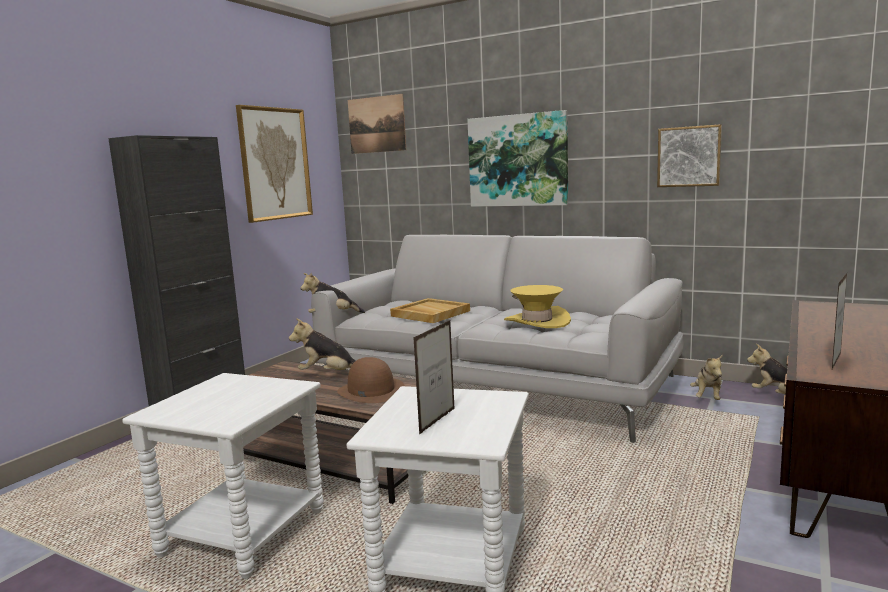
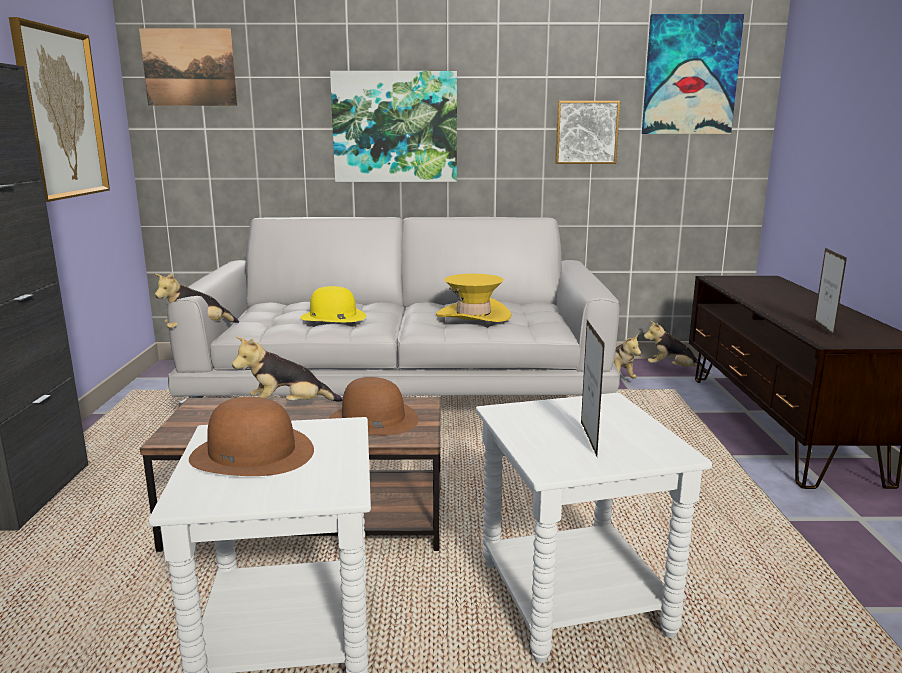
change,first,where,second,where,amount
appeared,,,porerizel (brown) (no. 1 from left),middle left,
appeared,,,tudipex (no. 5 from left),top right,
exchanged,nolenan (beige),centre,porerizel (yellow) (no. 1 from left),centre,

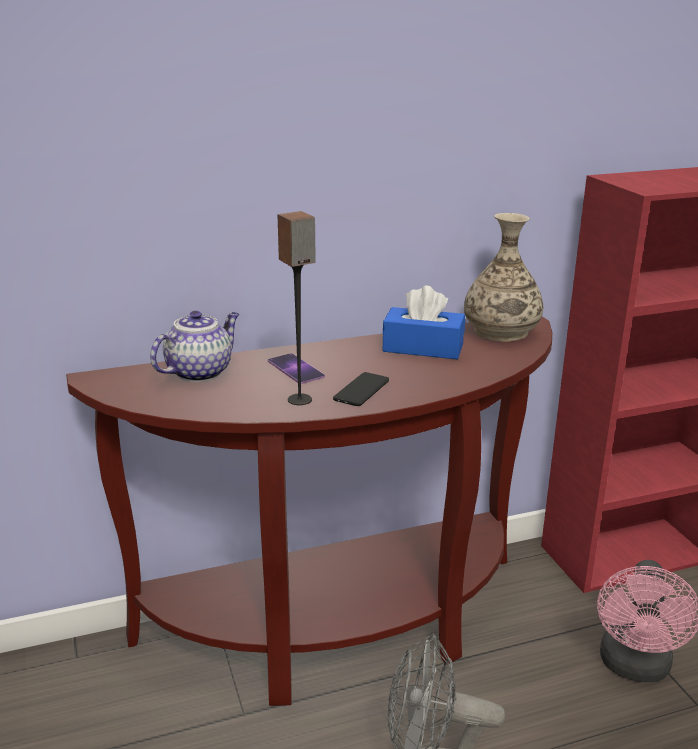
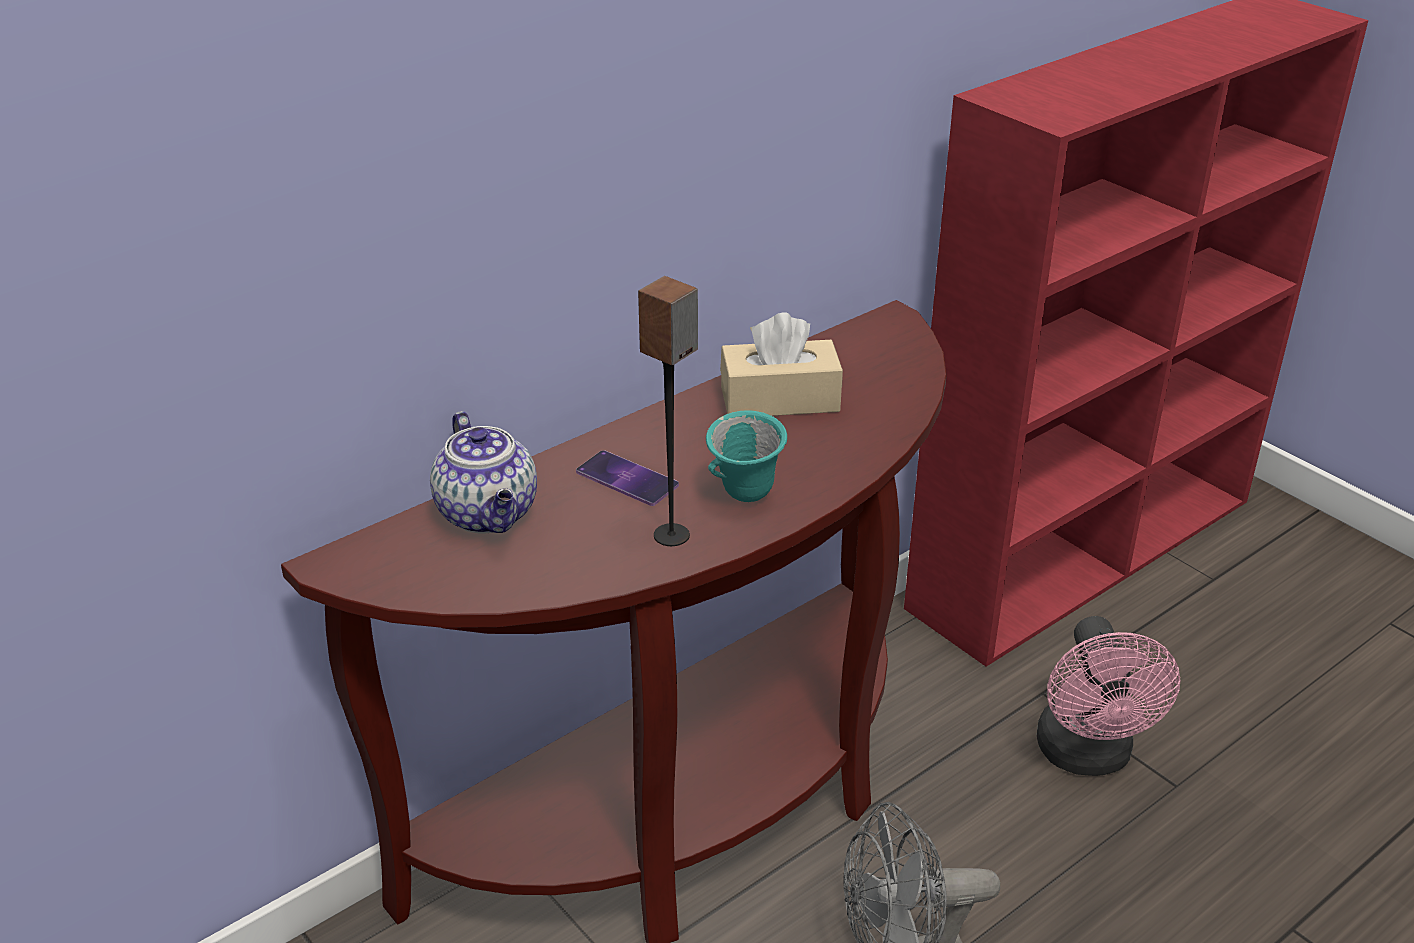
change,first,where,second,where,amount
missing,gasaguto,middle right,,,
exchanged,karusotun (no. 2 from left),centre,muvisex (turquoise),centre,
colour,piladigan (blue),centre,piladigan (beige),centre,
spun,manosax,middle left,,centre,135 degrees clockwise

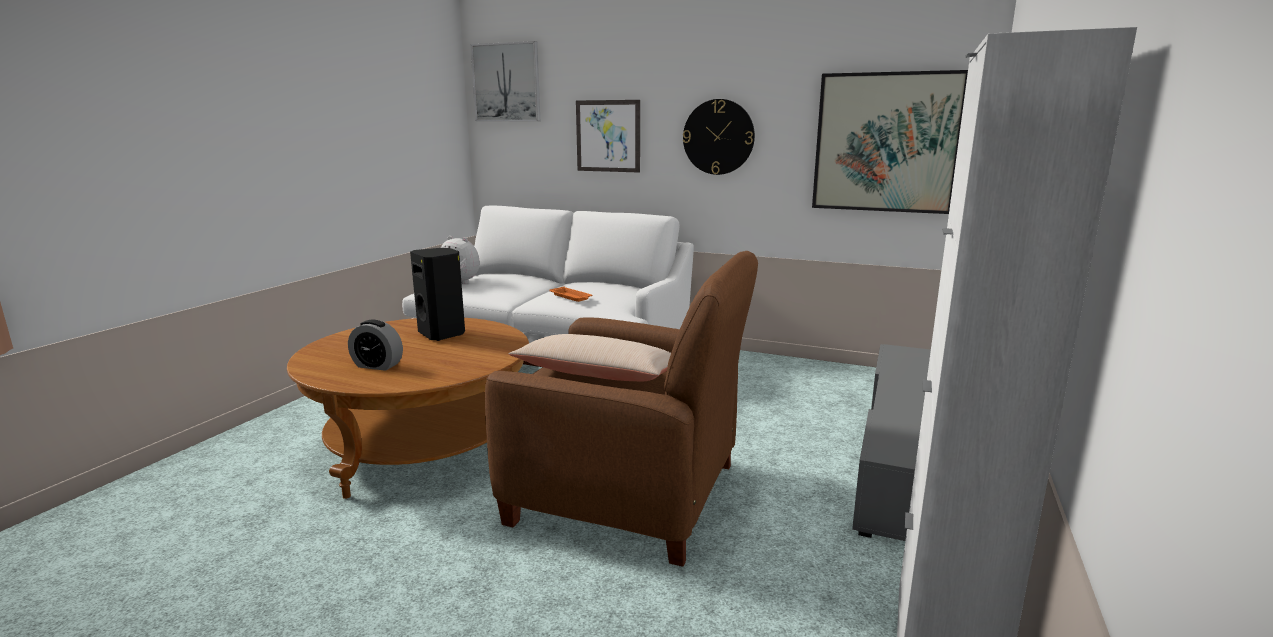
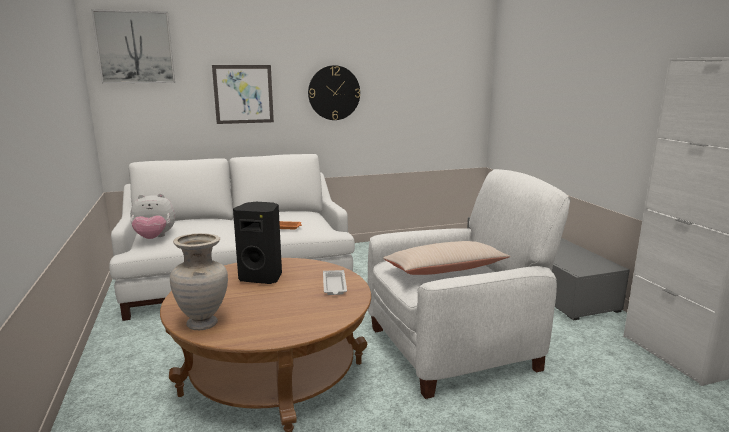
change,first,where,second,where,amount
missing,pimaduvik,middle left,,,
missing,tudipex (no. 3 from left),top right,,,
appeared,,,gasaguto (beige),middle left,
appeared,,,nolenan (white),centre,
colour,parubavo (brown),centre,parubavo (white),centre,

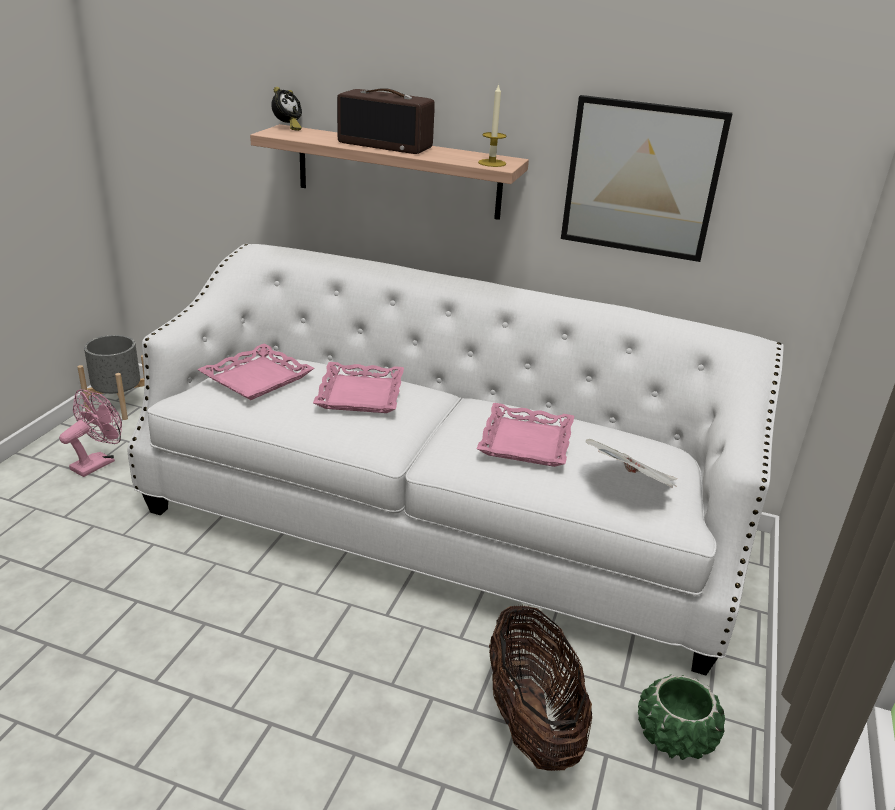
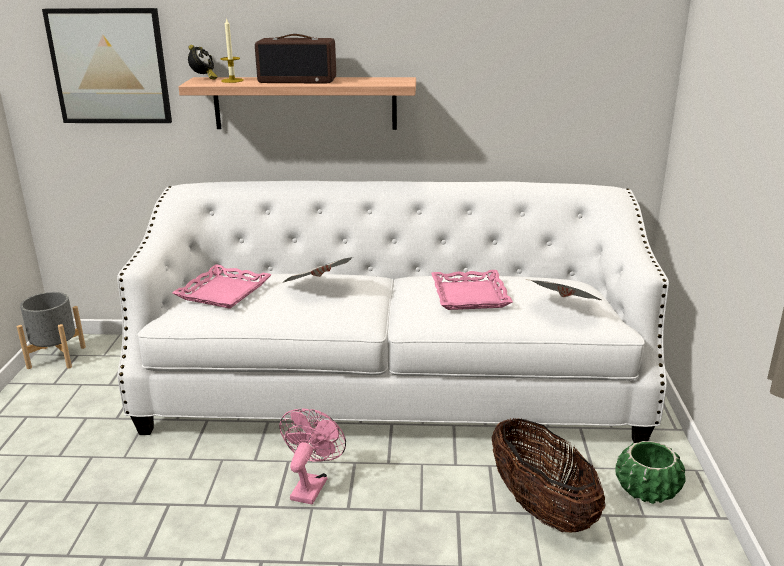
change,first,where,second,where,amount
relocated,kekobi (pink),middle left,,bottom centre,
relocated,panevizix,top centre,,top left,
relocated,tudipex,top right,,top left,
exchanged,nolenan (pink) (no. 2 from left),centre,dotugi (no. 1 from left),centre,

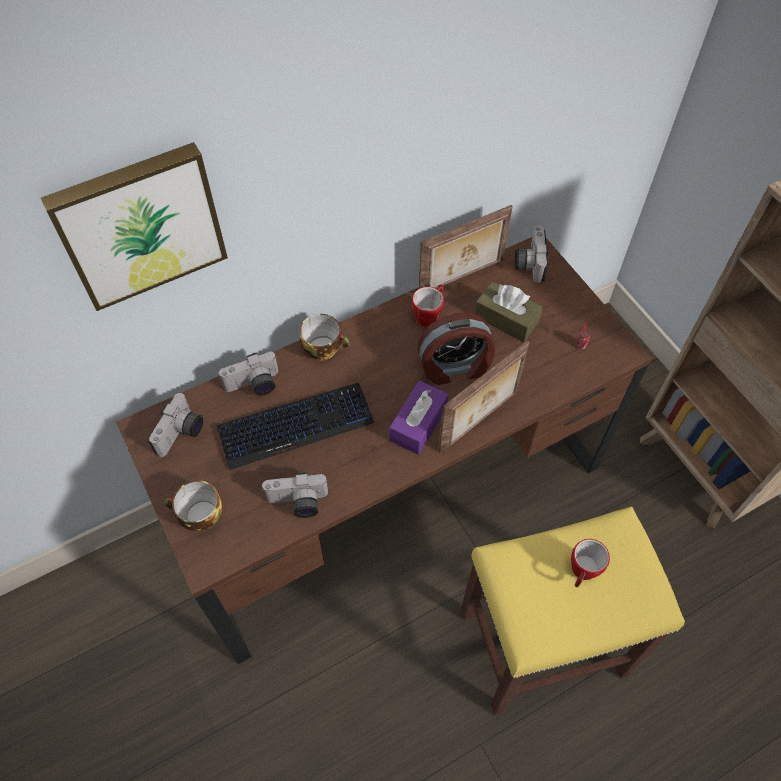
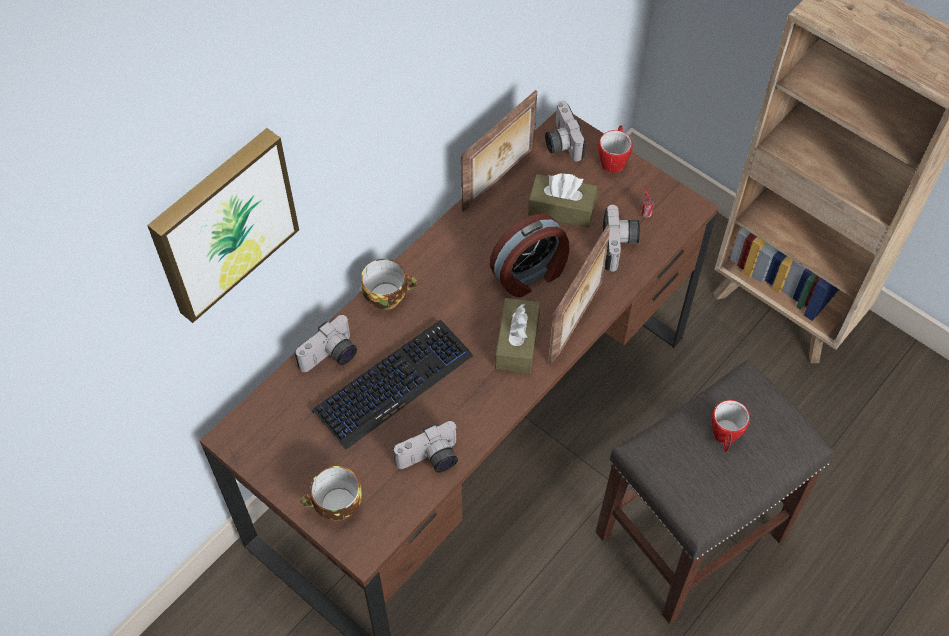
change,first,where,second,where,amount
relocated,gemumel (no. 1 from left in the first image),middle left,gemumel (no. 4 from left),centre,
relocated,muvisex (no. 1 from left),centre,,top centre,
colour,piladigan (purple),centre,piladigan (brown) (no. 1 from left),centre,
colour,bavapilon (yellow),bottom right,bavapilon (grey),bottom right,

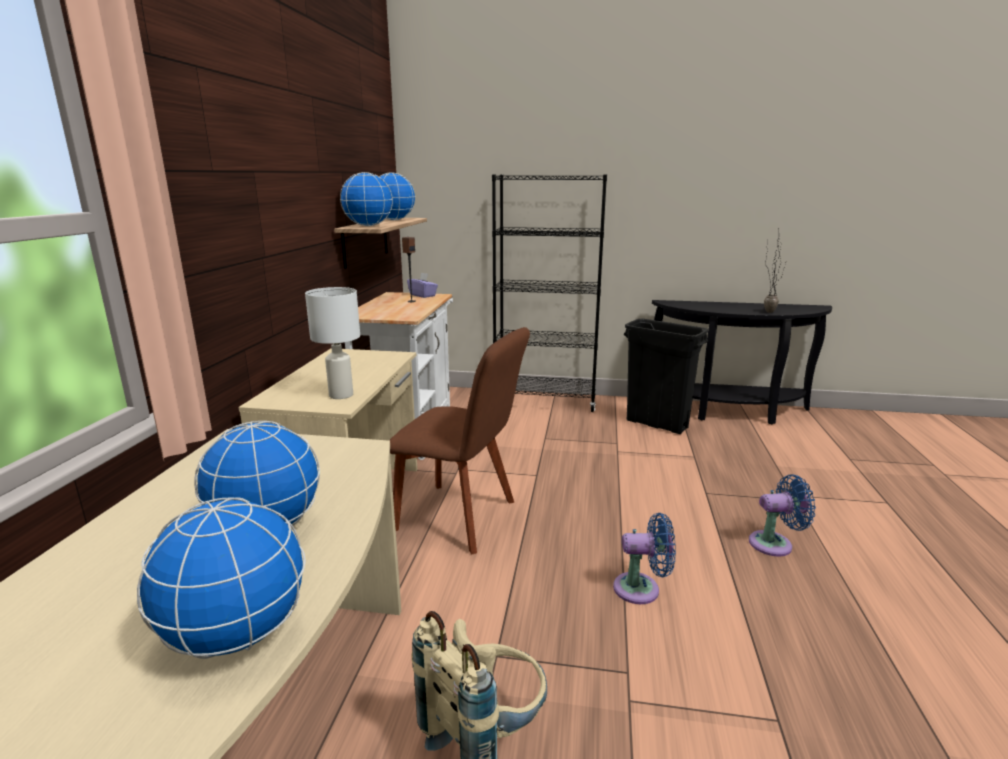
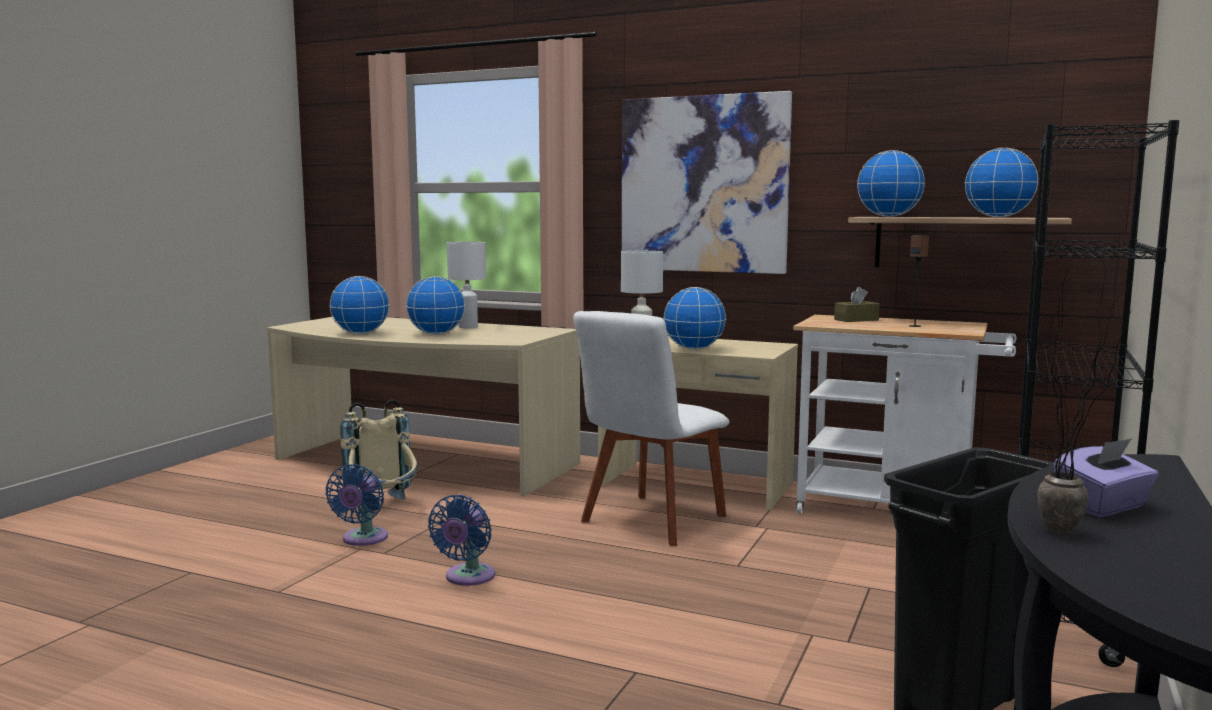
change,first,where,second,where,amount
appeared,,,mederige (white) (no. 1 from left),centre,
appeared,,,tudipex,top centre,
appeared,,,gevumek (no. 3 from left),centre,
appeared,,,piladigan (brown),middle right,
relocated,piladigan (purple),centre,,bottom right,
relocated,kekobi (blue) (no. 2 from left in the first image),bottom right,kekobi (blue) (no. 1 from left),bottom left,
colour,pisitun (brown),centre,pisitun (white),centre,

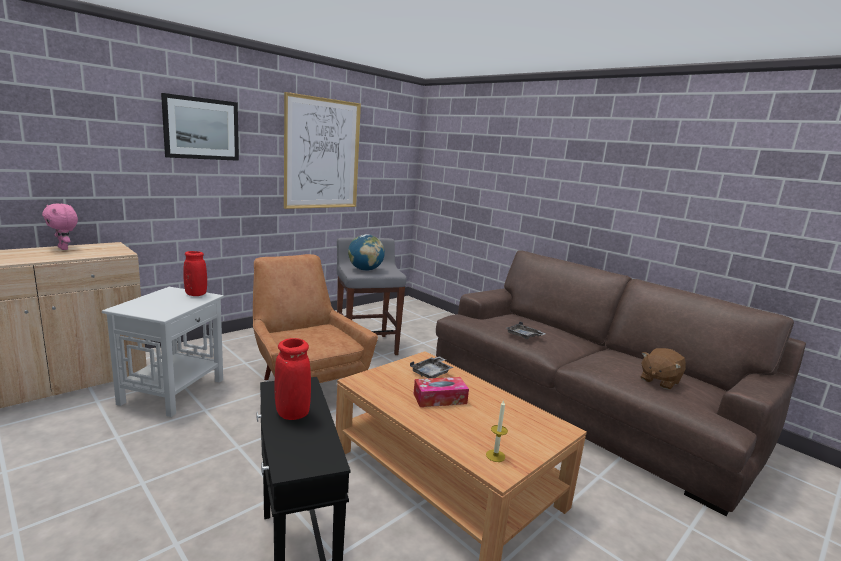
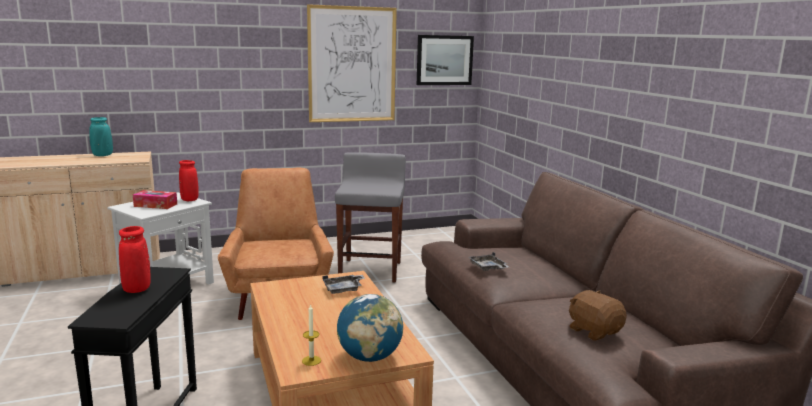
change,first,where,second,where,amount
relocated,tudipex (no. 1 from left in the first image),top left,tudipex (no. 2 from left),top centre,
relocated,gevumek,centre,,bottom centre,
relocated,piladigan,bottom centre,,middle left,
exchanged,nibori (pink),middle left,gasaguto (turquoise),middle left,
spun,nibori (brown),middle right,,bottom right,75 degrees clockwise

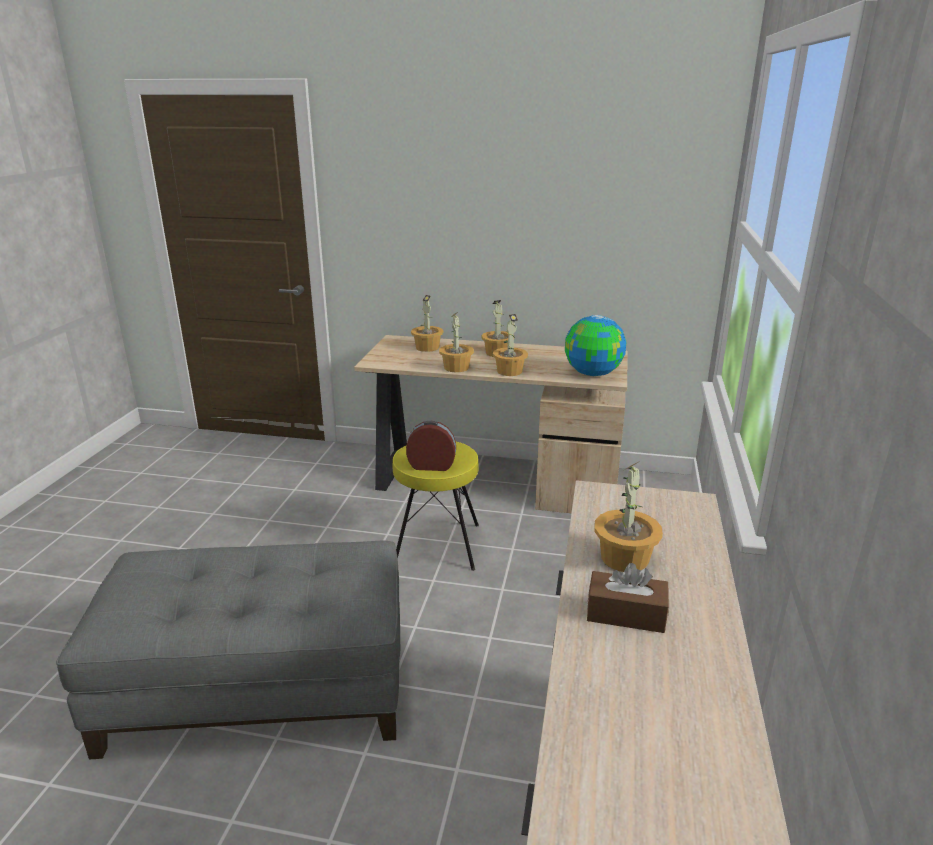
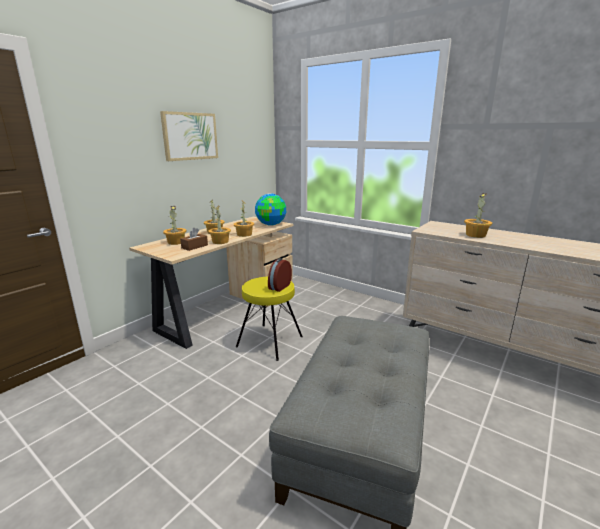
change,first,where,second,where,amount
appeared,,,tudipex,top left,
relocated,piladigan (brown),bottom right,,middle left,

